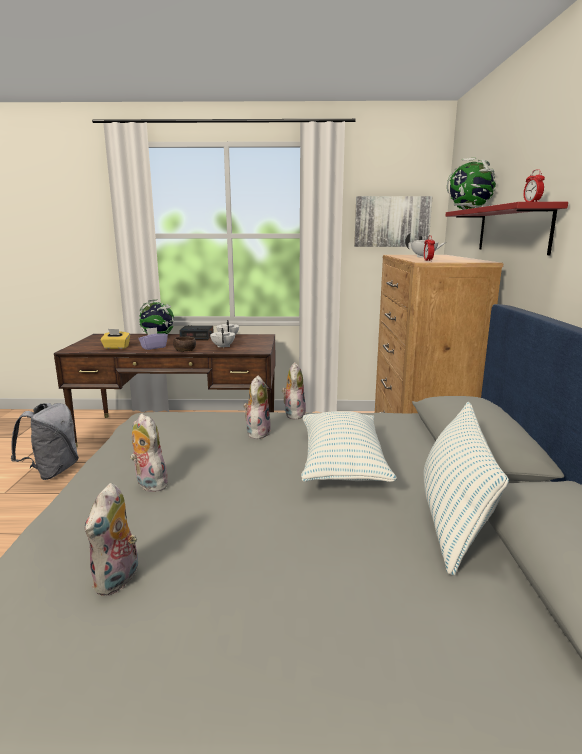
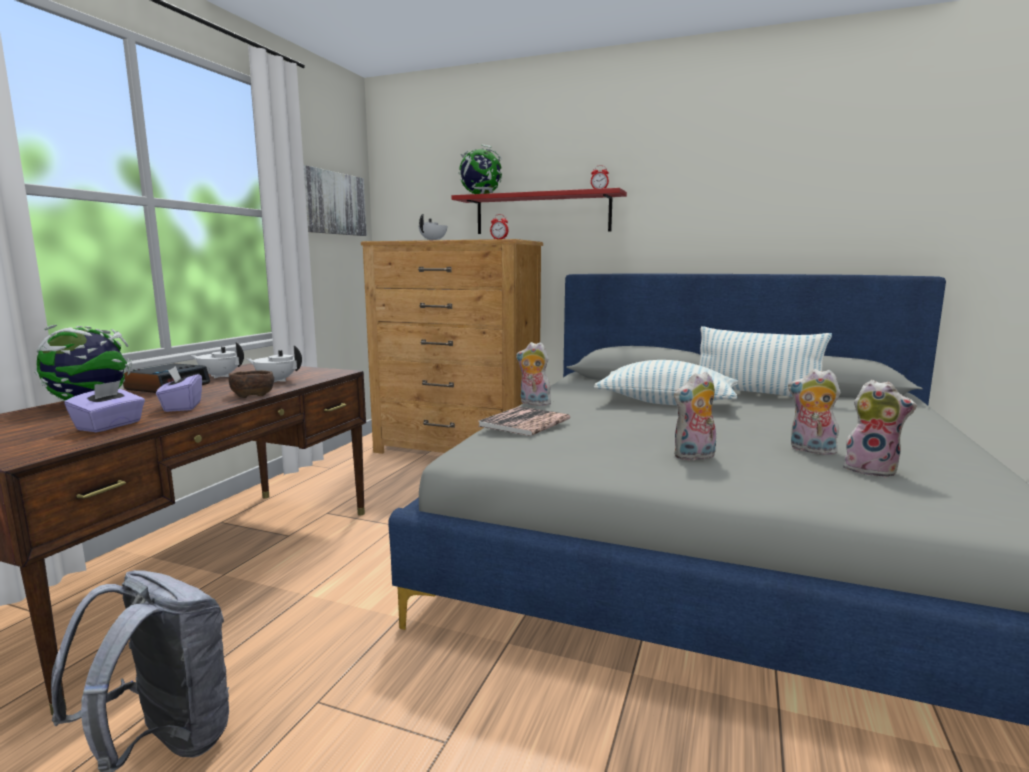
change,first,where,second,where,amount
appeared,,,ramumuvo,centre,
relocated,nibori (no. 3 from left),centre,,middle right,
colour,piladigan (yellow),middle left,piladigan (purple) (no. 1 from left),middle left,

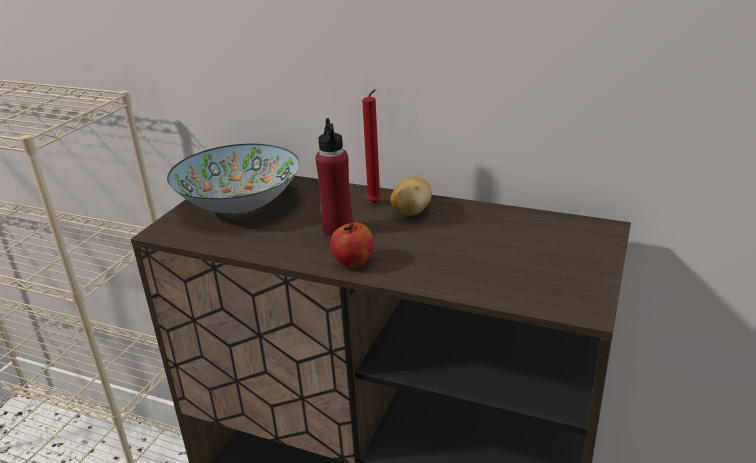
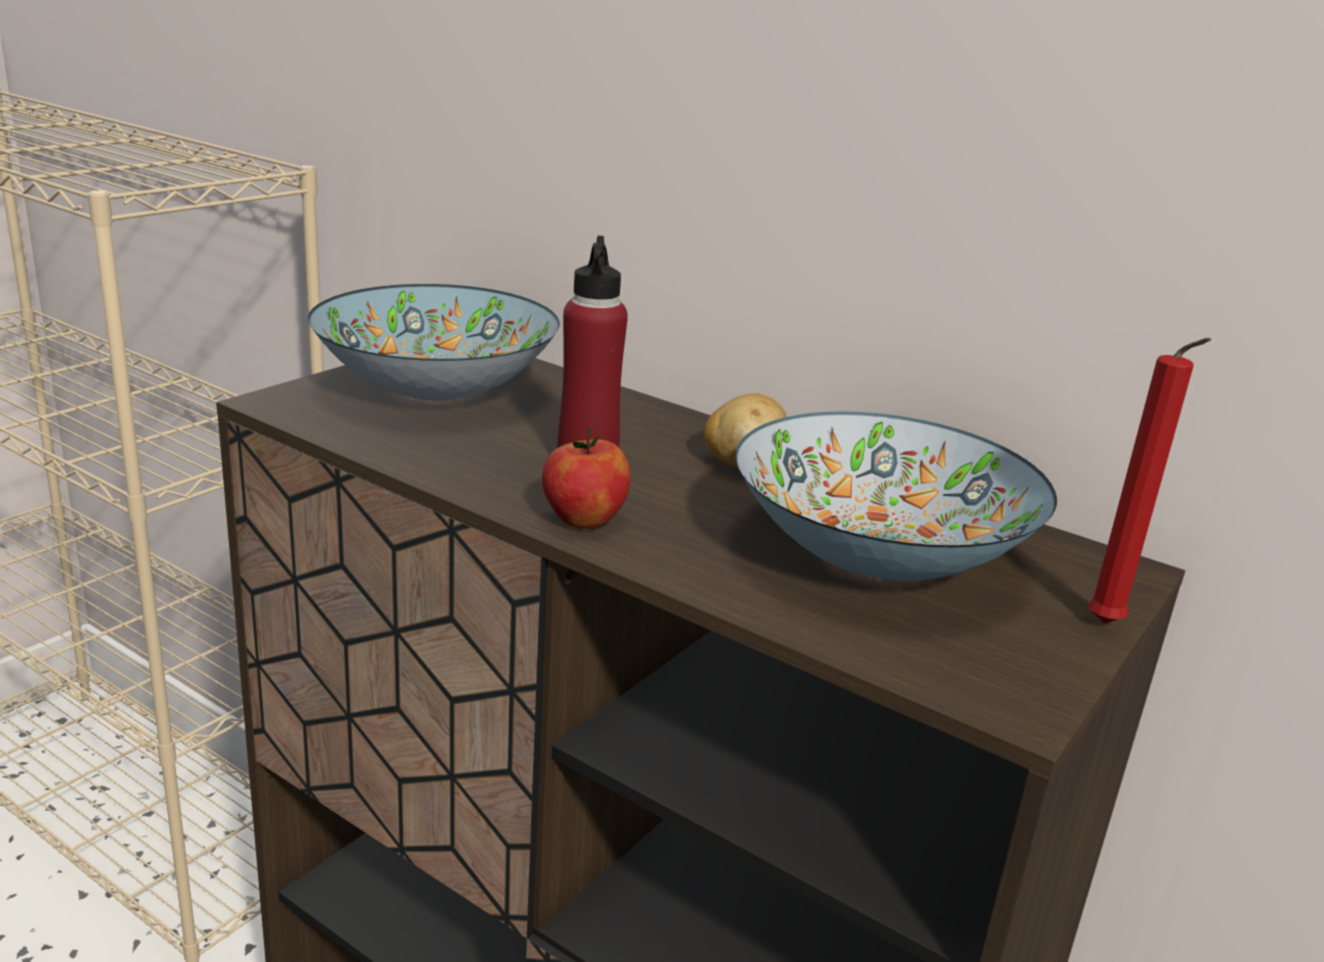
change,first,where,second,where,amount
appeared,,,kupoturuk (no. 2 from left),middle right,
relocated,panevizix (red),top centre,,middle right,

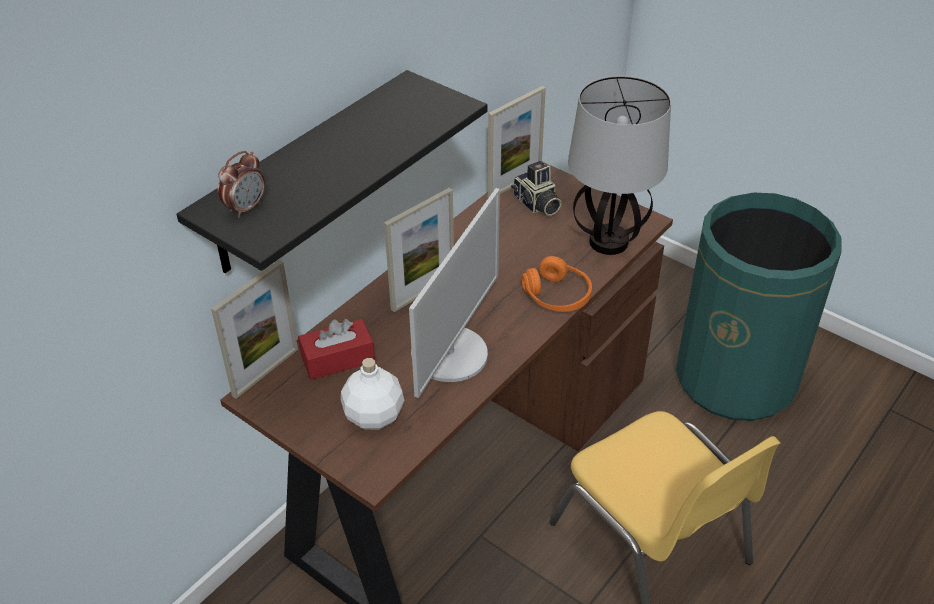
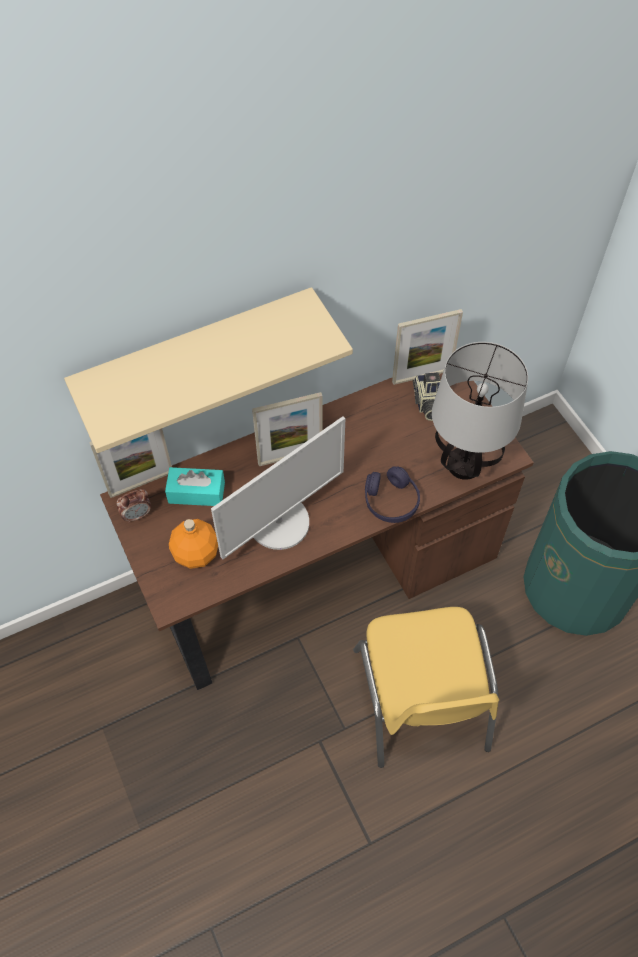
change,first,where,second,where,amount
relocated,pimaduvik,top left,,middle left,
colour,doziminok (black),top centre,doziminok (beige),middle left,
colour,piladigan (red),centre,piladigan (turquoise),middle left,
colour,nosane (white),centre,nosane (orange),middle left,
colour,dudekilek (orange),centre,dudekilek (purple),centre,

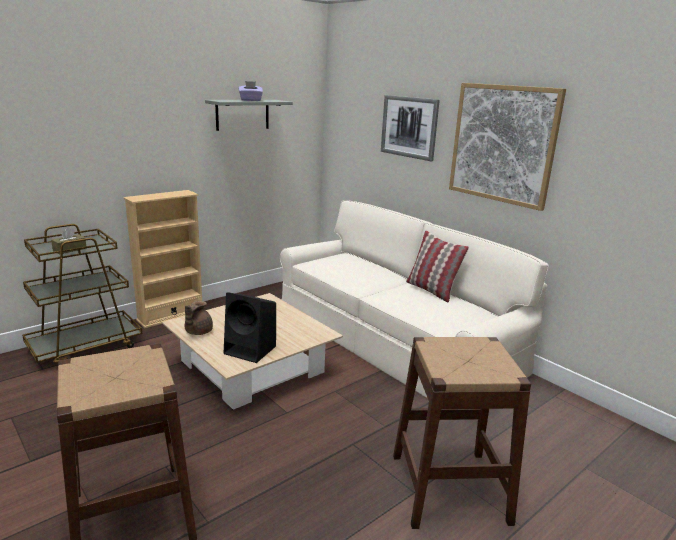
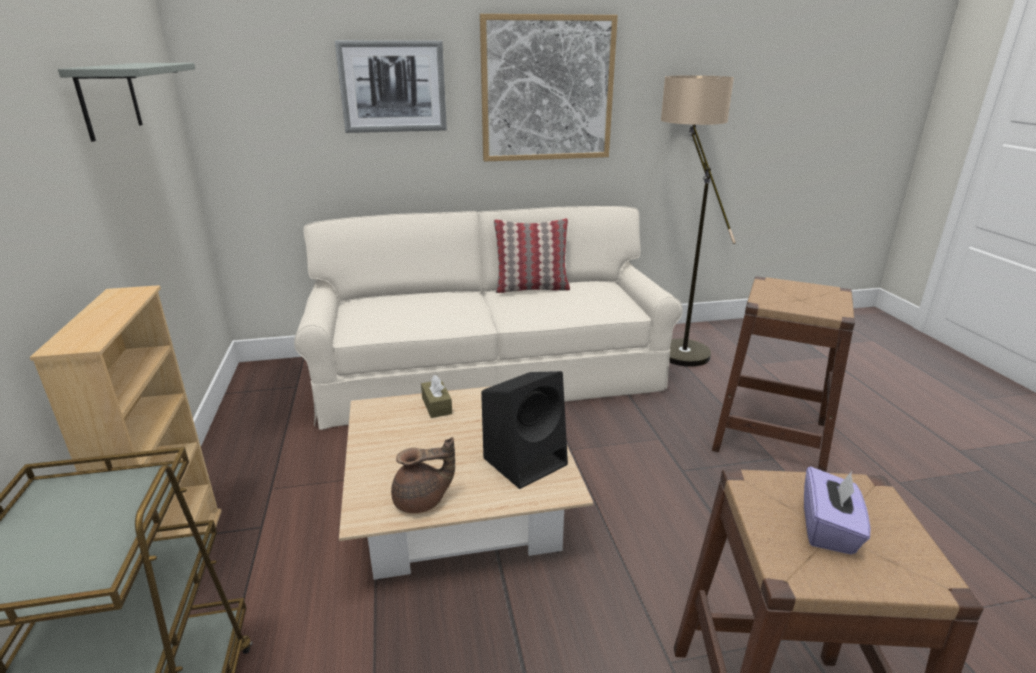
change,first,where,second,where,amount
appeared,,,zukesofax,top right,
relocated,piladigan (brown),middle left,,centre,
relocated,piladigan (purple),top centre,,bottom right,
spun,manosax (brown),middle left,,bottom centre,60 degrees counterclockwise

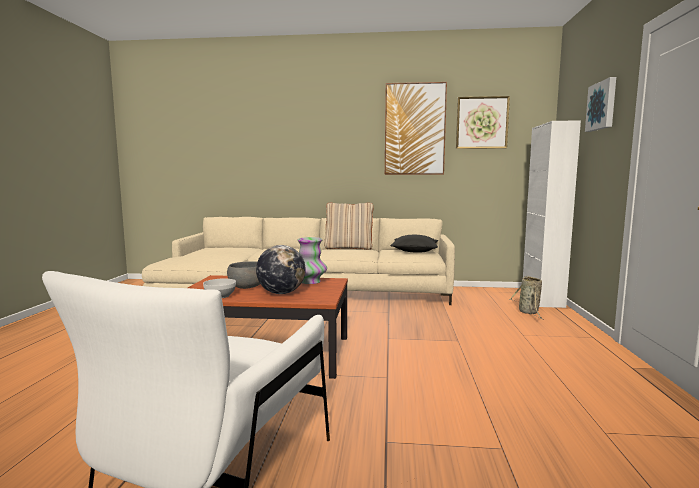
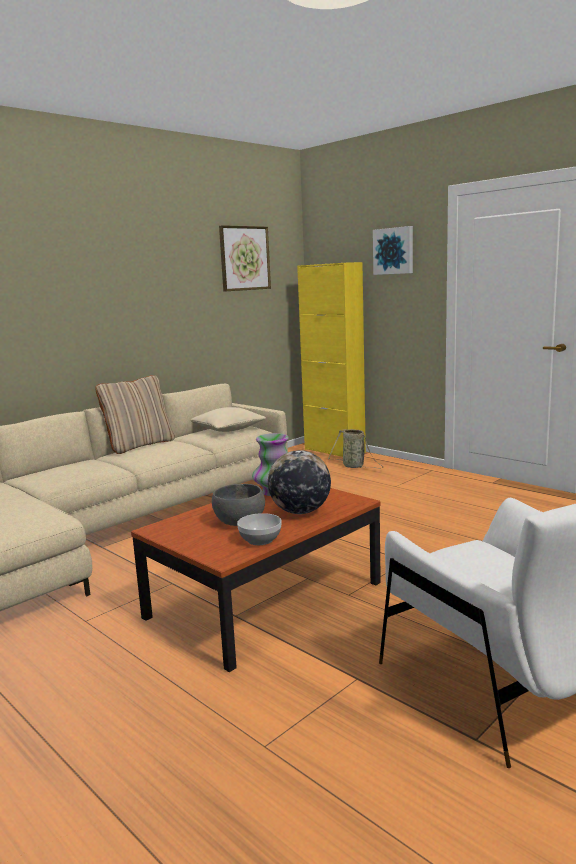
change,first,where,second,where,amount
missing,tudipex (no. 1 from left),top centre,,,
colour,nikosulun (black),centre,nikosulun (beige) (no. 2 from left),centre,
colour,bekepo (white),middle right,bekepo (yellow),centre,

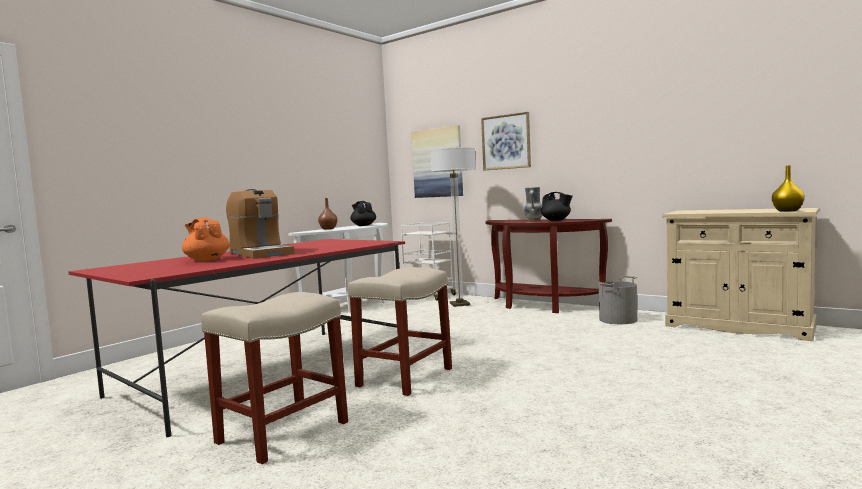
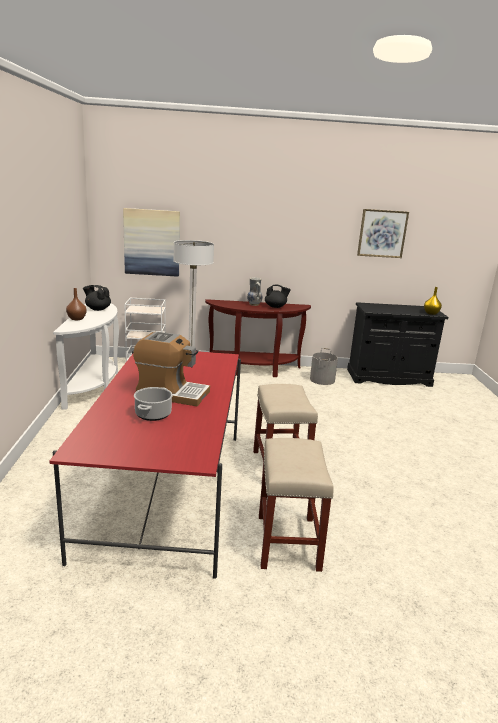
change,first,where,second,where,amount
relocated,tudipex (no. 2 from left),top centre,,top right,
exchanged,manosax (orange),middle left,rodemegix,middle left,
colour,bekepo (beige),middle right,bekepo (black),middle right,

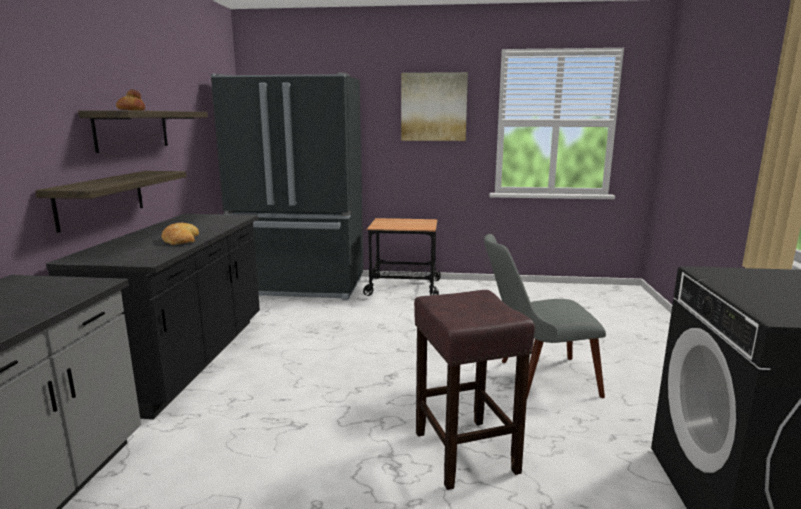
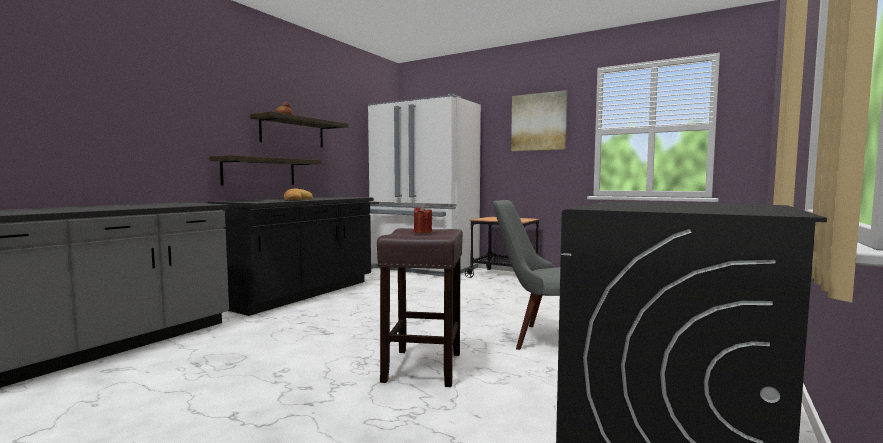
change,first,where,second,where,amount
appeared,,,panevizix (red),centre,
colour,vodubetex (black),centre,vodubetex (white),centre,

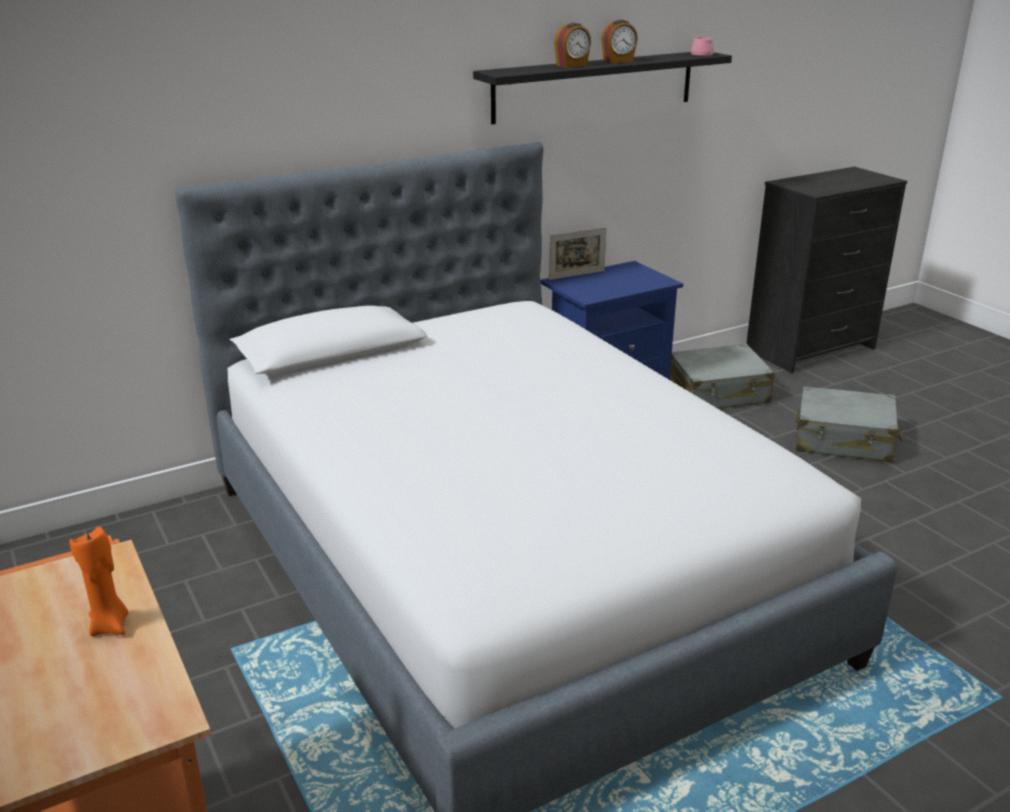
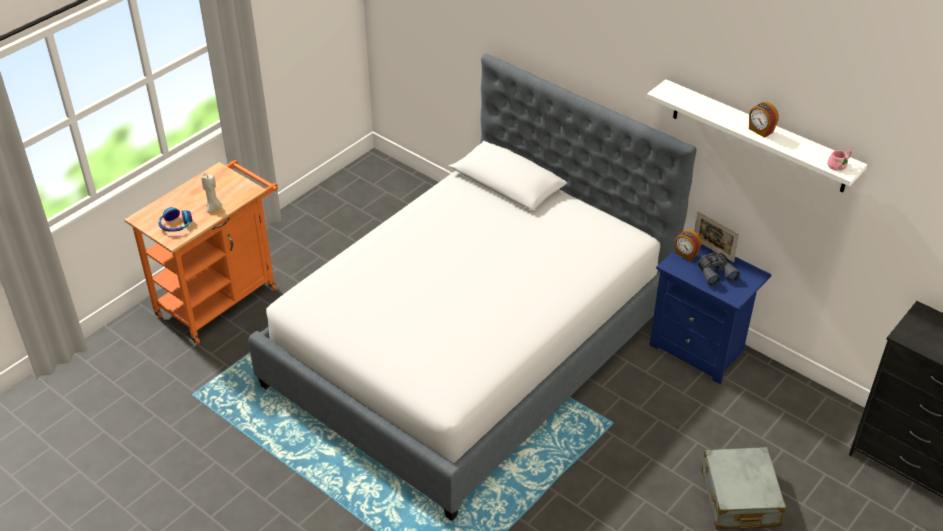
change,first,where,second,where,amount
missing,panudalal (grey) (no. 1 from left),middle right,,,
appeared,,,dudekilek,middle left,
appeared,,,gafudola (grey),middle right,
relocated,pimaduvik (no. 1 from left),top centre,,middle right,
colour,panevizix (orange),bottom left,panevizix (beige),middle left,
colour,doziminok (black),top centre,doziminok (white),top right,

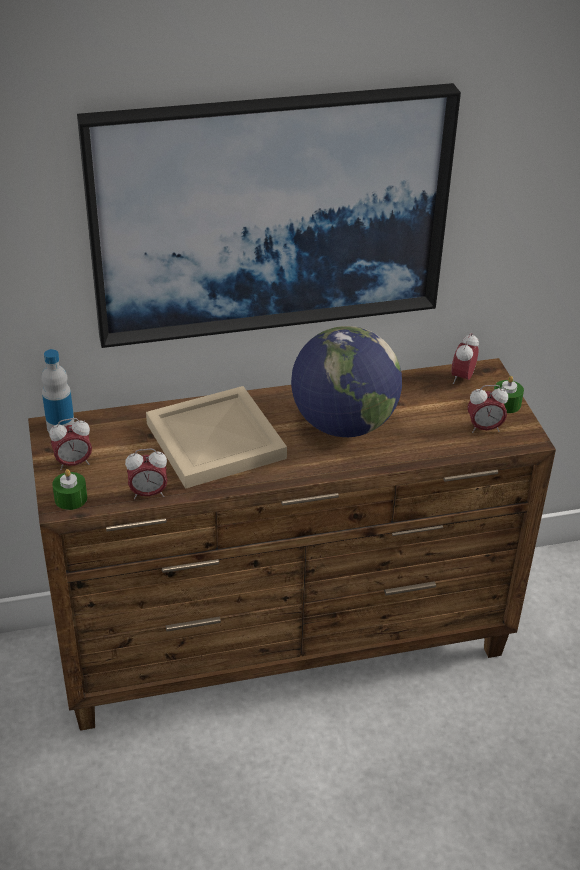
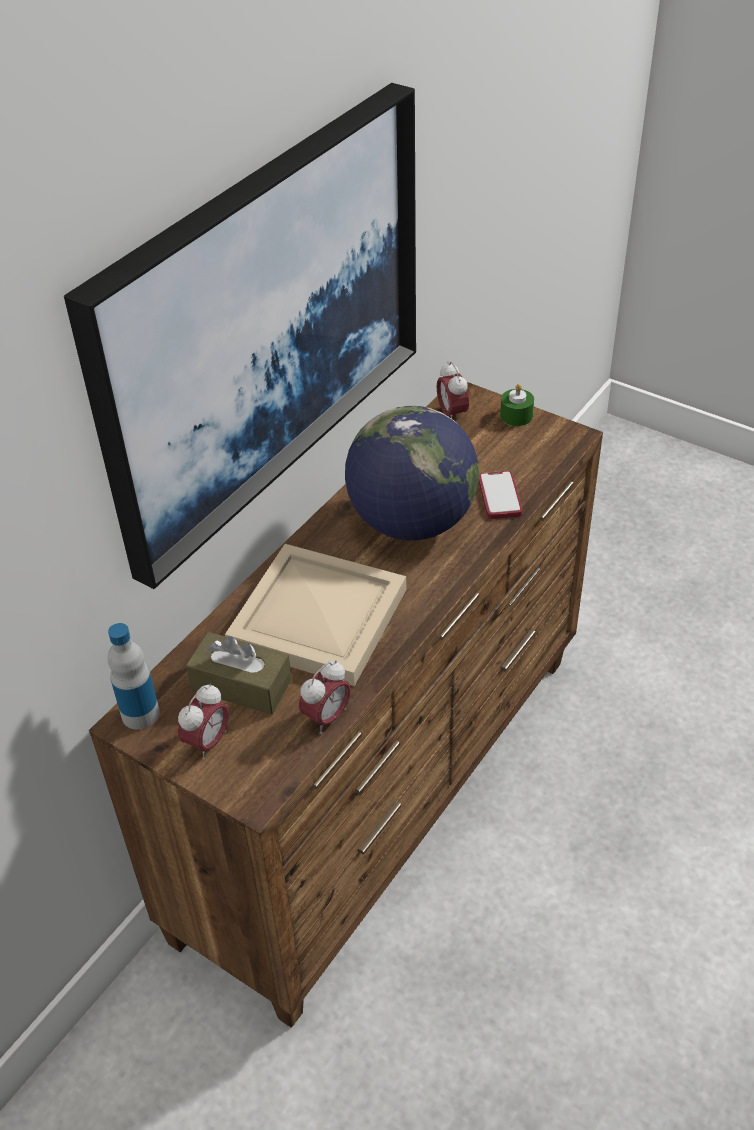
change,first,where,second,where,amount
missing,panevizix (green) (no. 1 from left),middle left,,,
missing,pimaduvik (no. 4 from left),middle right,,,
appeared,,,piladigan (brown),middle left,
appeared,,,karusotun,centre,

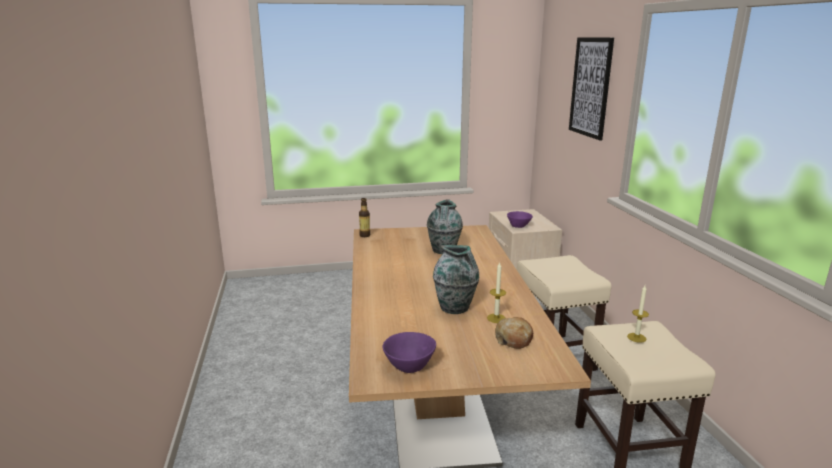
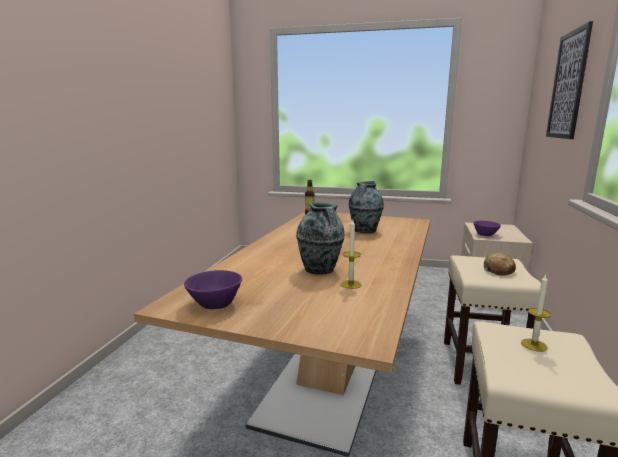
change,first,where,second,where,amount
relocated,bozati,bottom centre,,middle right,

